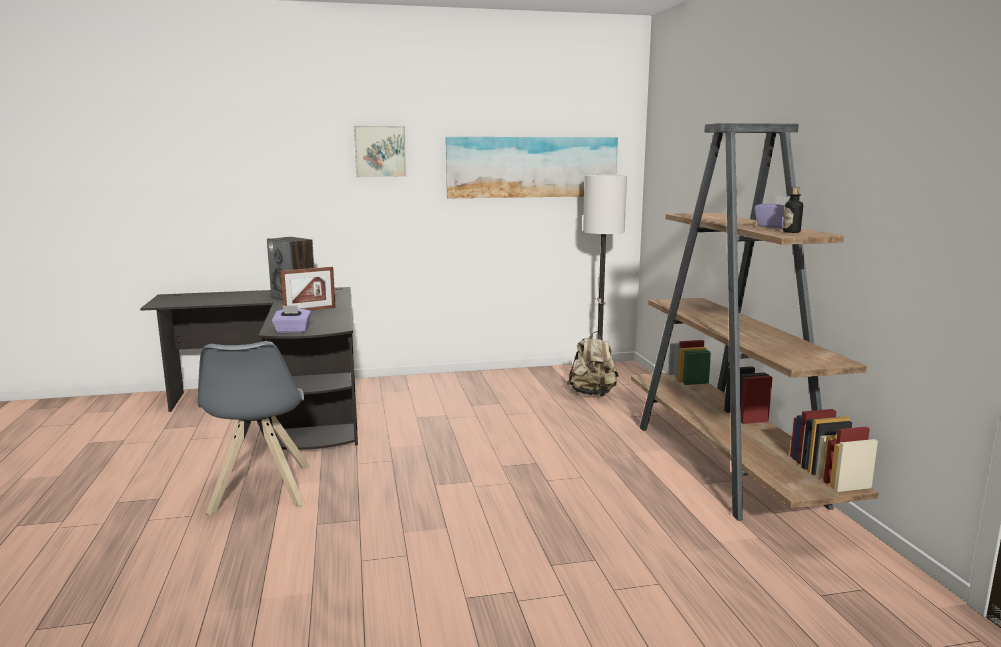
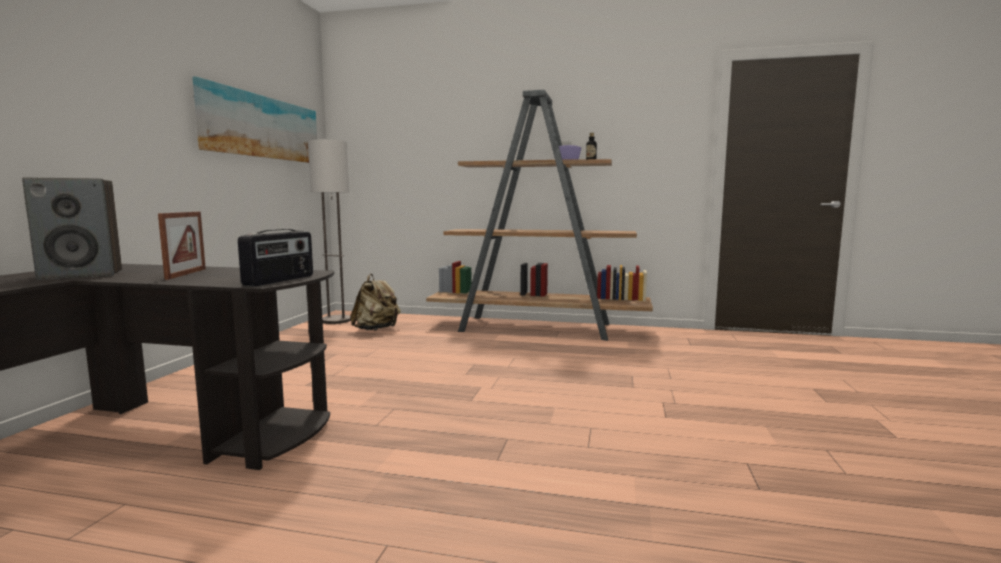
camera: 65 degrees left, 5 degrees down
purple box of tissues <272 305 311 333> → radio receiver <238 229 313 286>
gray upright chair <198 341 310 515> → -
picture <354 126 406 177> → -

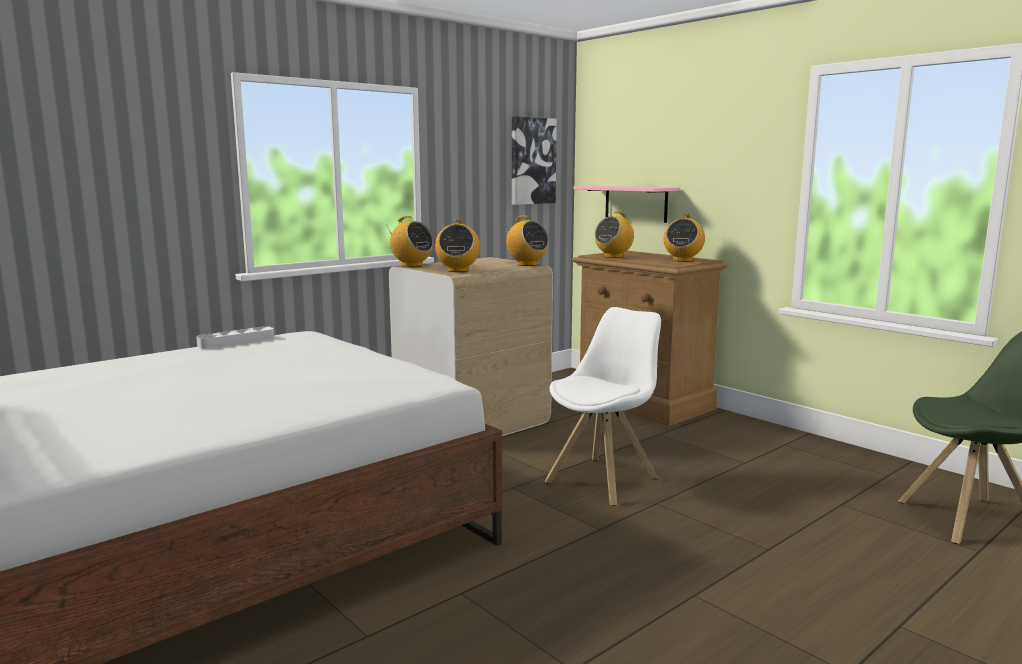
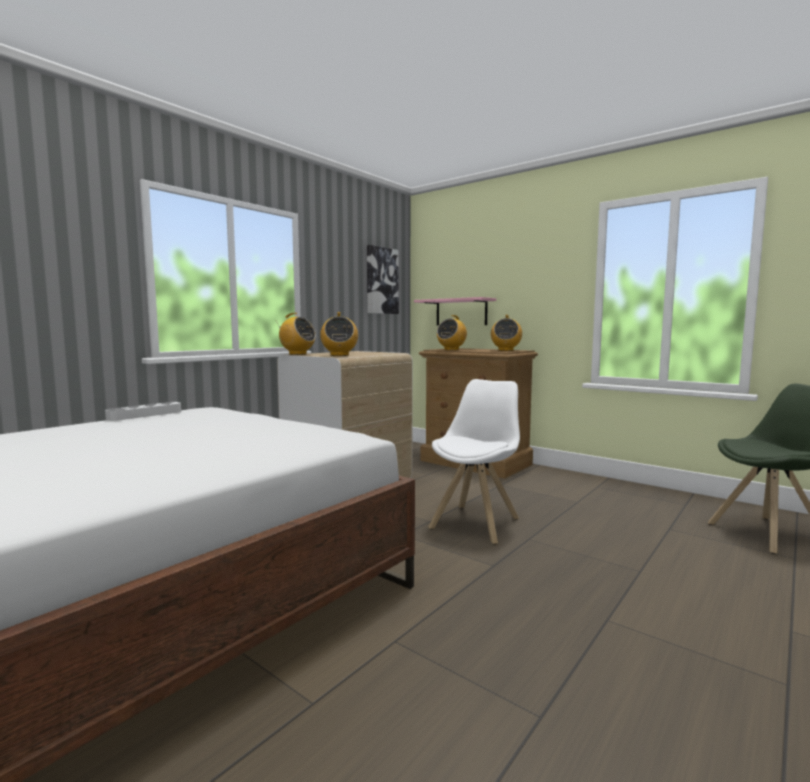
camera: 10 degrees left, 5 degrees down
radio receiver <504 215 549 266> → -

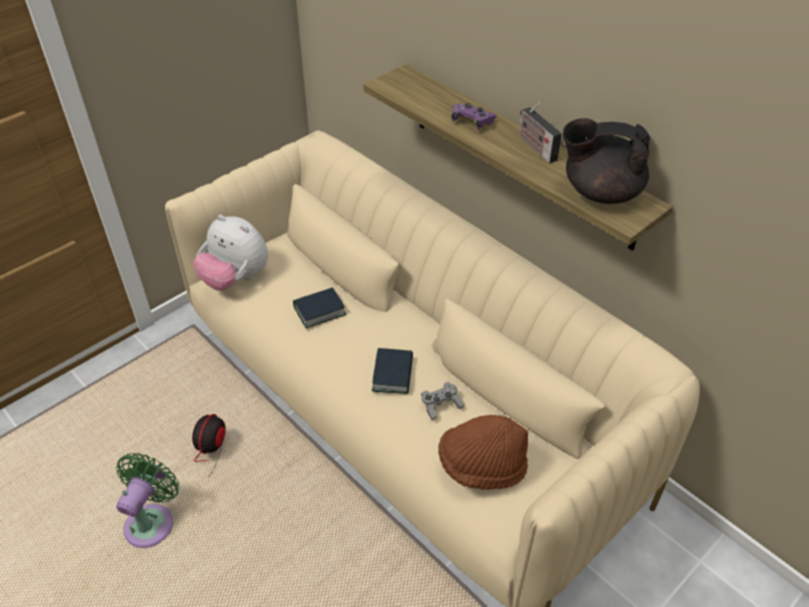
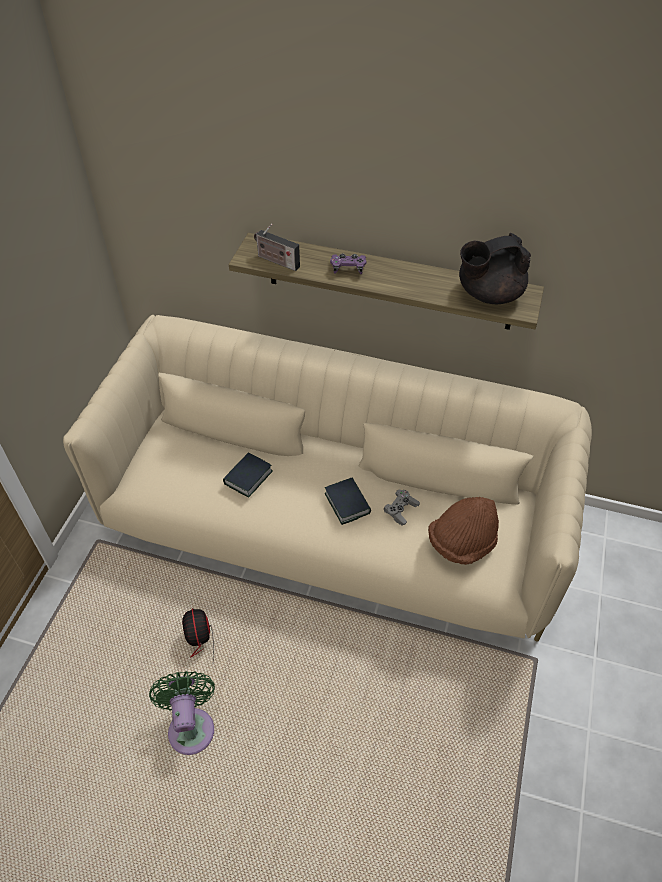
camera: 30 degrees left, 5 degrees up
radio receiver <519 102 562 164> → radio receiver <254 224 300 271>, relocated
cuddly toy <193 215 268 291> → -

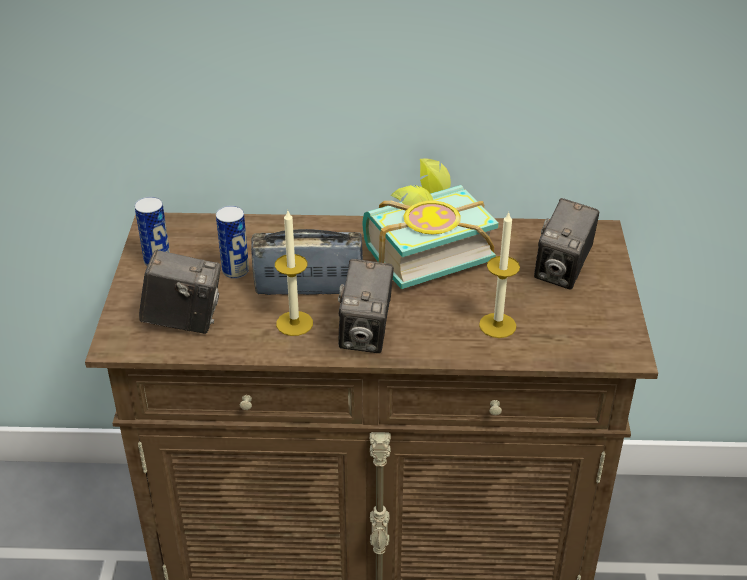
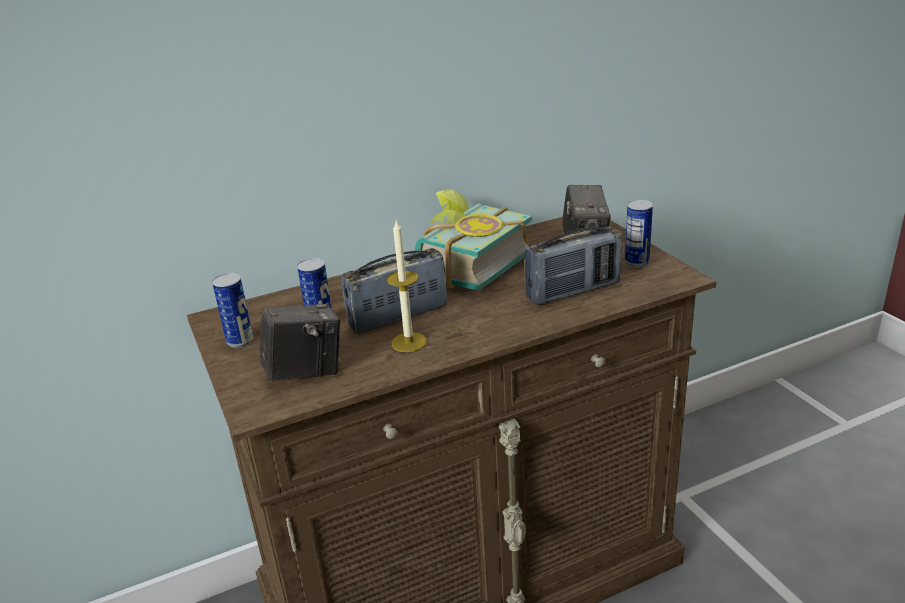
camera: 25 degrees left, 10 degrees down
wax light <479 212 520 338> → radio receiver <525 226 622 305>
- → sealed can <625 200 653 268>
photo camera <338 259 394 353> → -

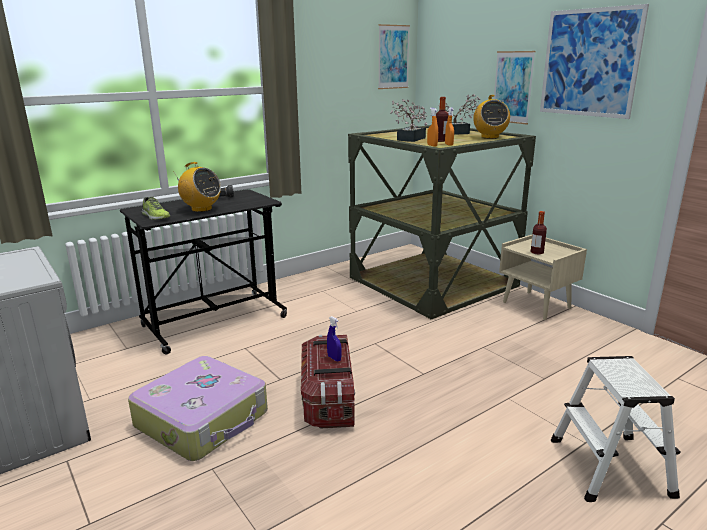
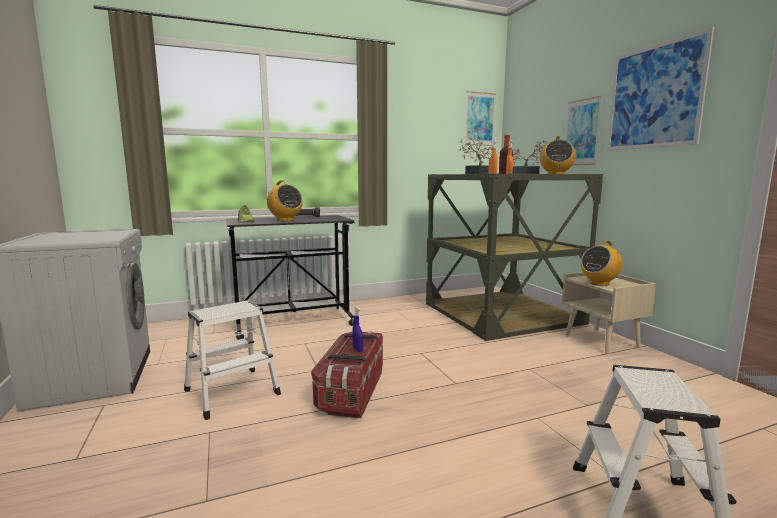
camera: 15 degrees right, 10 degrees down
travel case <128 356 268 461> → white-coloured stepladder <184 300 281 420>
bottle <531 211 547 255> → radio receiver <581 241 623 286>

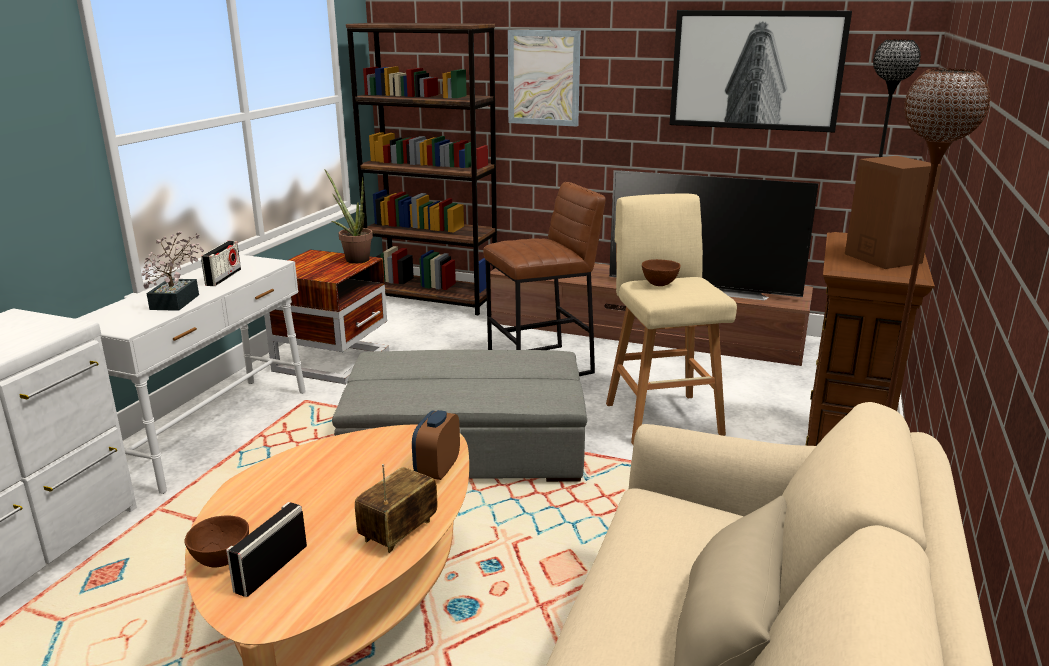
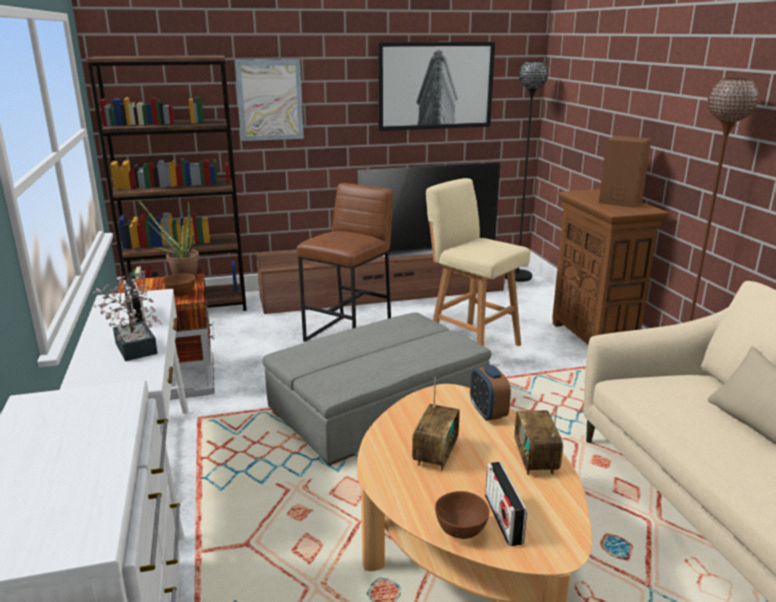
camera: 35 degrees left, 0 degrees up
brown bowl <642 259 681 286> → brown bowl <163 273 196 296>, relocated
- → radio receiver <412 378 460 471>

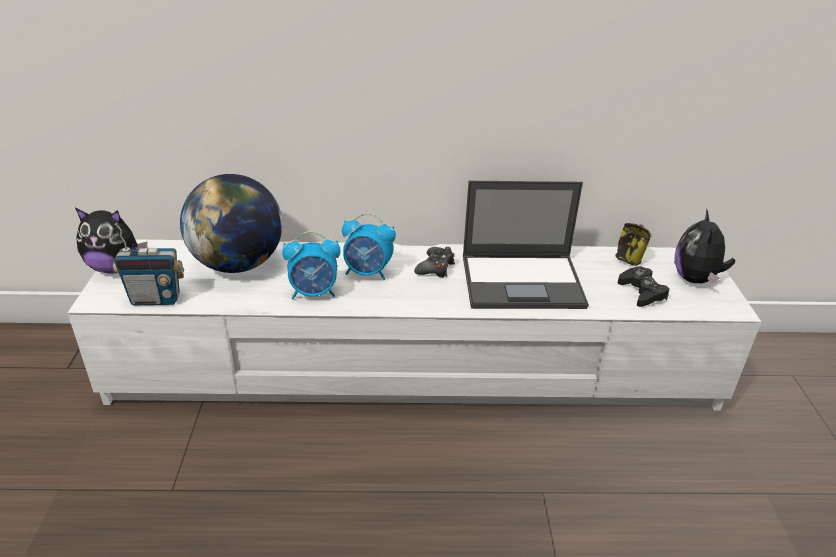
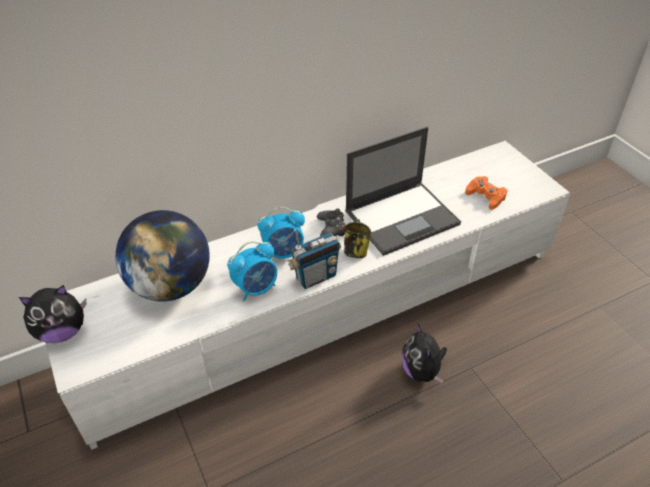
camera: 25 degrees left, 10 degrees up
radio receiver <113 223 184 305> → radio receiver <288 229 341 289>, relocated
coffee mug <616 223 651 266> → coffee mug <344 219 372 258>, relocated
cuddly toy <674 210 735 285> → cuddly toy <401 324 447 383>, relocated
blackish game controller <618 266 669 307> → orange game controller <465 176 508 210>

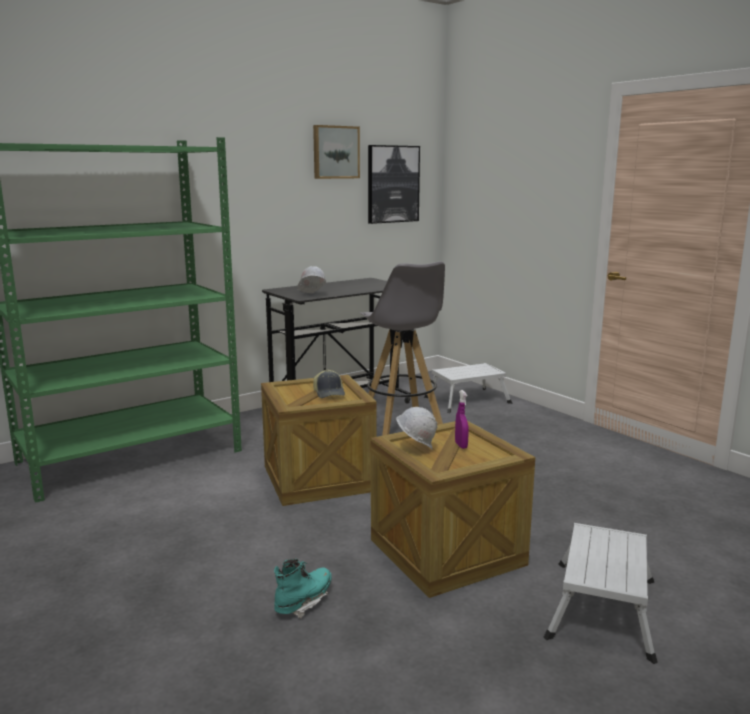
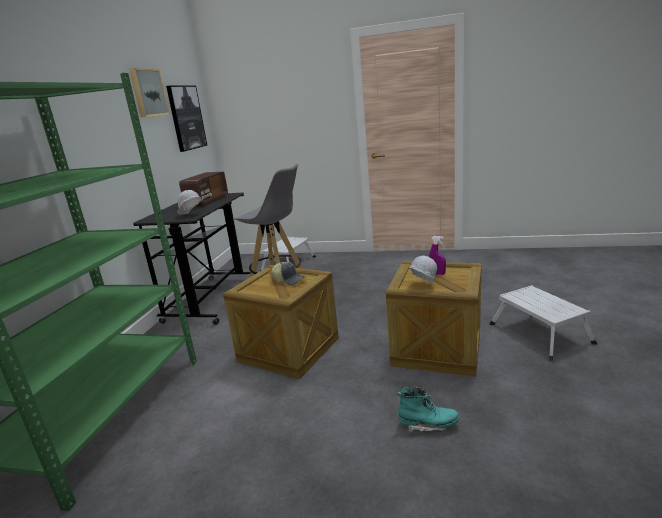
camera: 40 degrees left, 5 degrees up
- → radio receiver <179 172 228 206>
blue-green high-top boot <274 559 332 619> → blue-green high-top boot <397 387 460 433>, 105 degrees clockwise

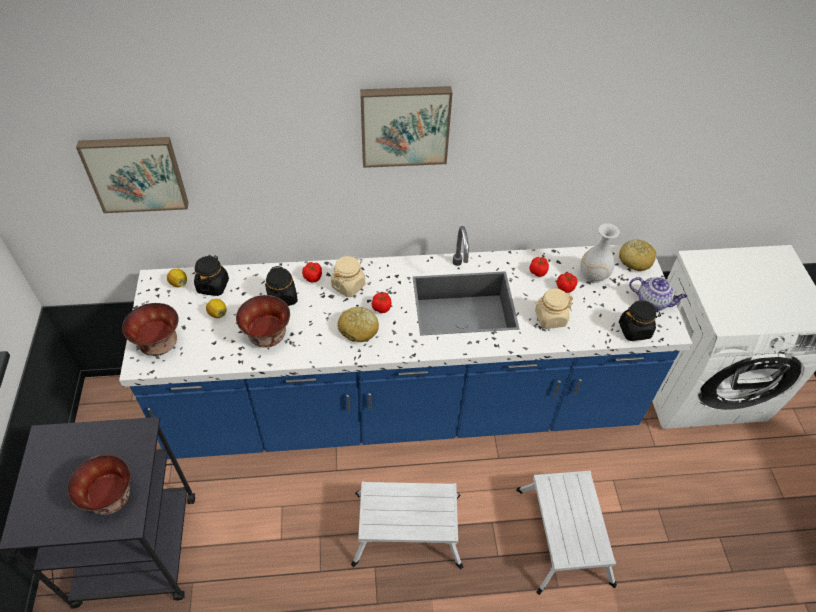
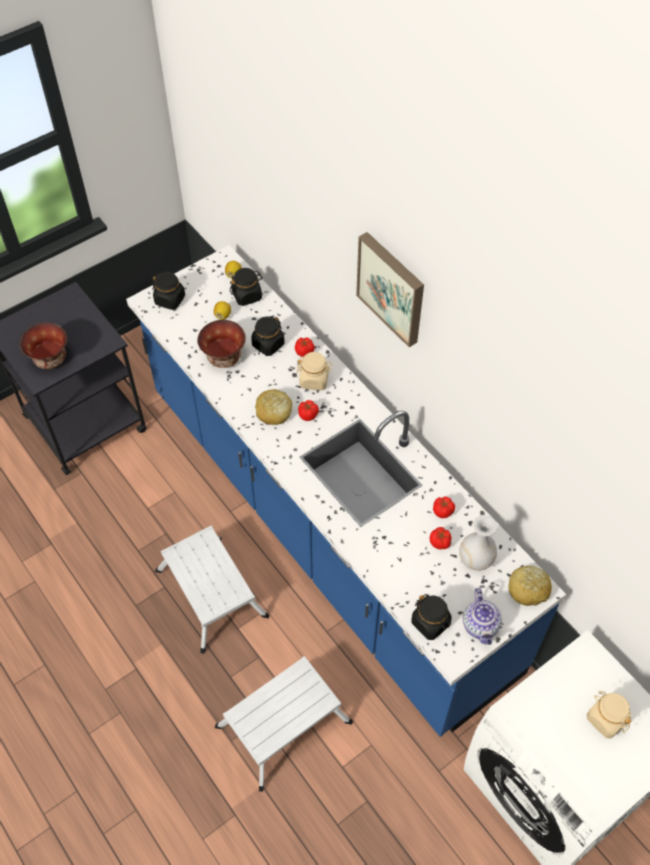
camera: 60 degrees right, 5 degrees up
bowl <122 303 179 356> → blackish preserve jar <152 272 185 310>
beige-coloured preserve jar <535 288 573 329> → beige-coloured preserve jar <587 691 632 739>, relocated
picture <76 137 189 213> → -

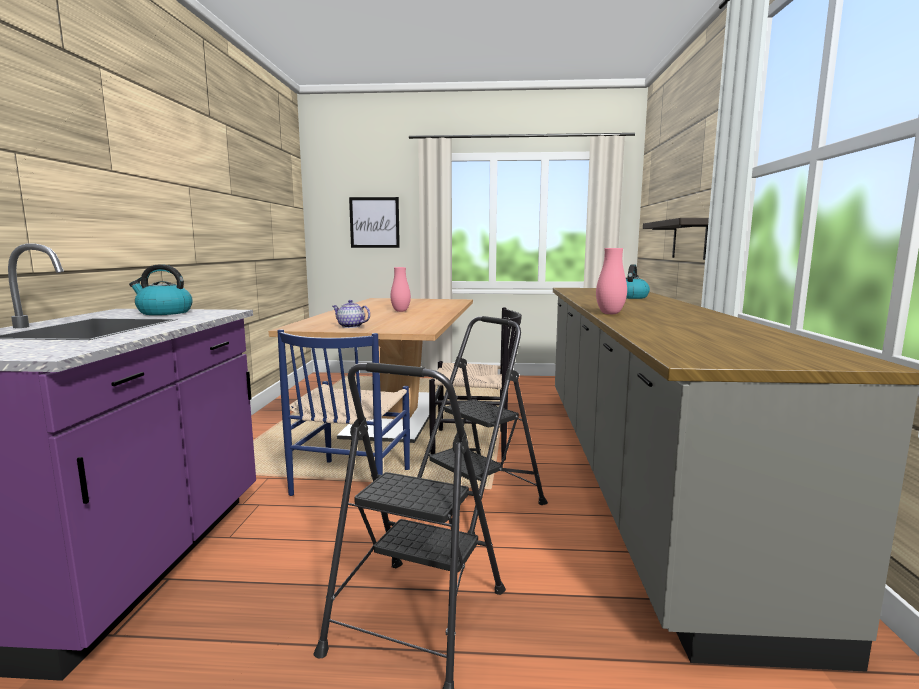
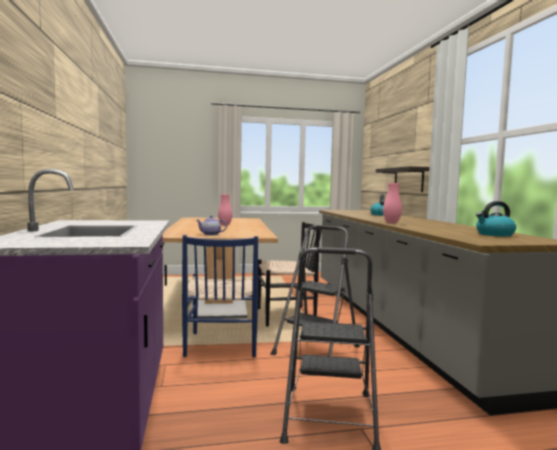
camera: 15 degrees left, 5 degrees down
kettle <129 264 193 315> → kettle <476 201 516 236>, relocated
picture <349 197 400 248> → -

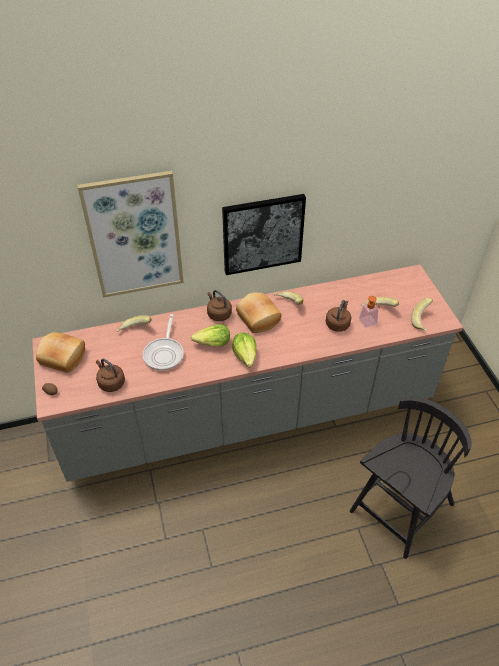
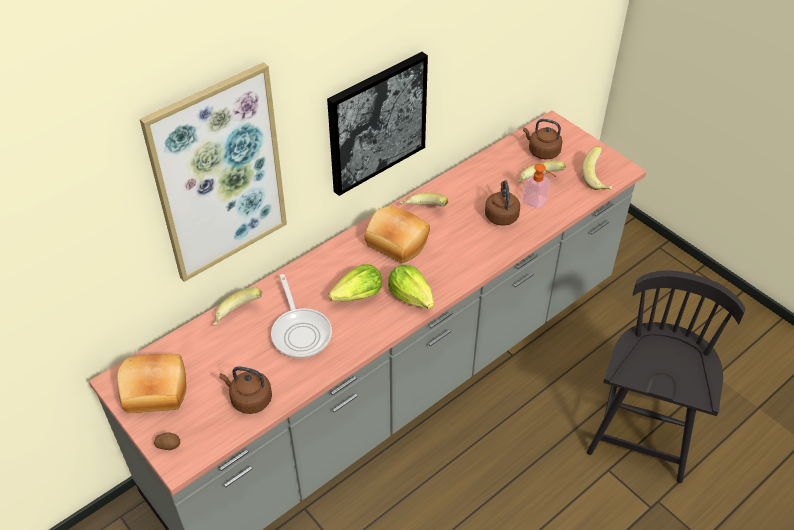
camera: 25 degrees left, 0 degrees up
brown kettle <207 290 232 321> → brown kettle <523 119 562 159>, relocated

